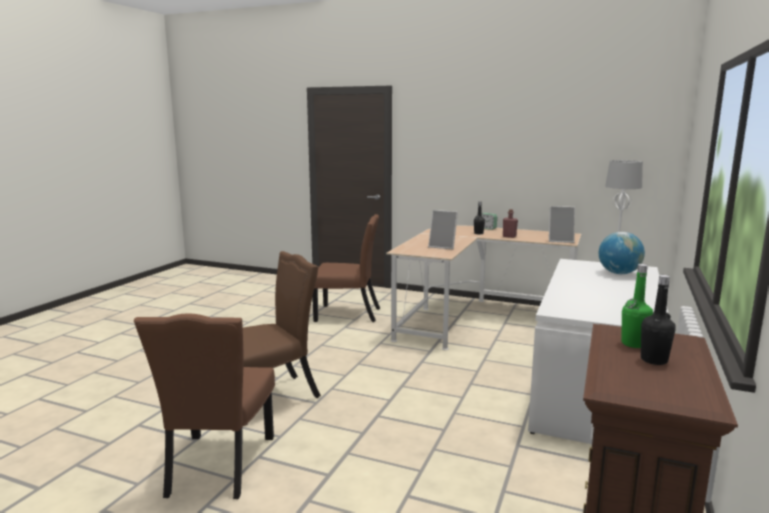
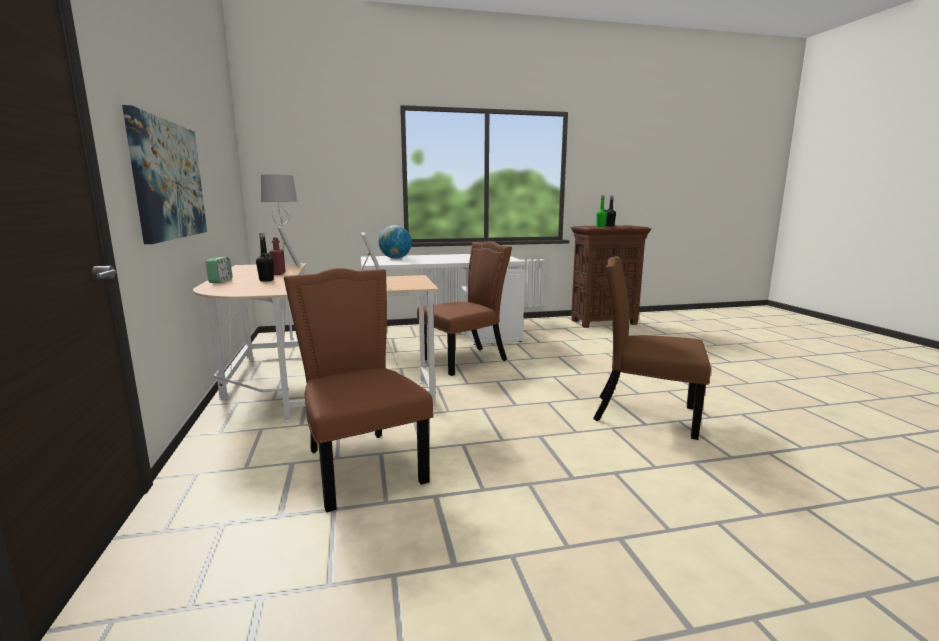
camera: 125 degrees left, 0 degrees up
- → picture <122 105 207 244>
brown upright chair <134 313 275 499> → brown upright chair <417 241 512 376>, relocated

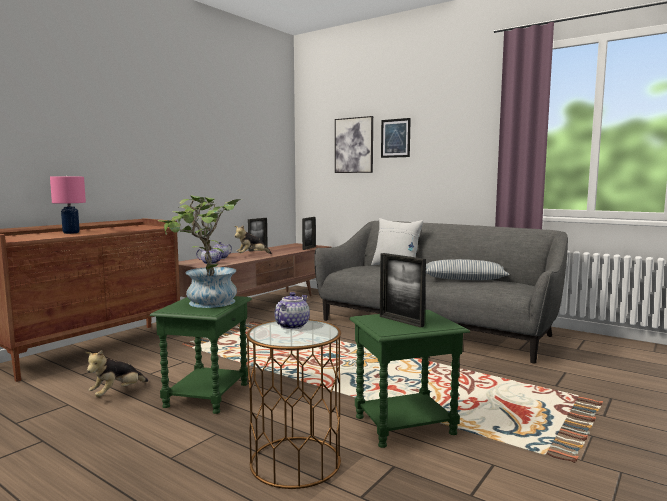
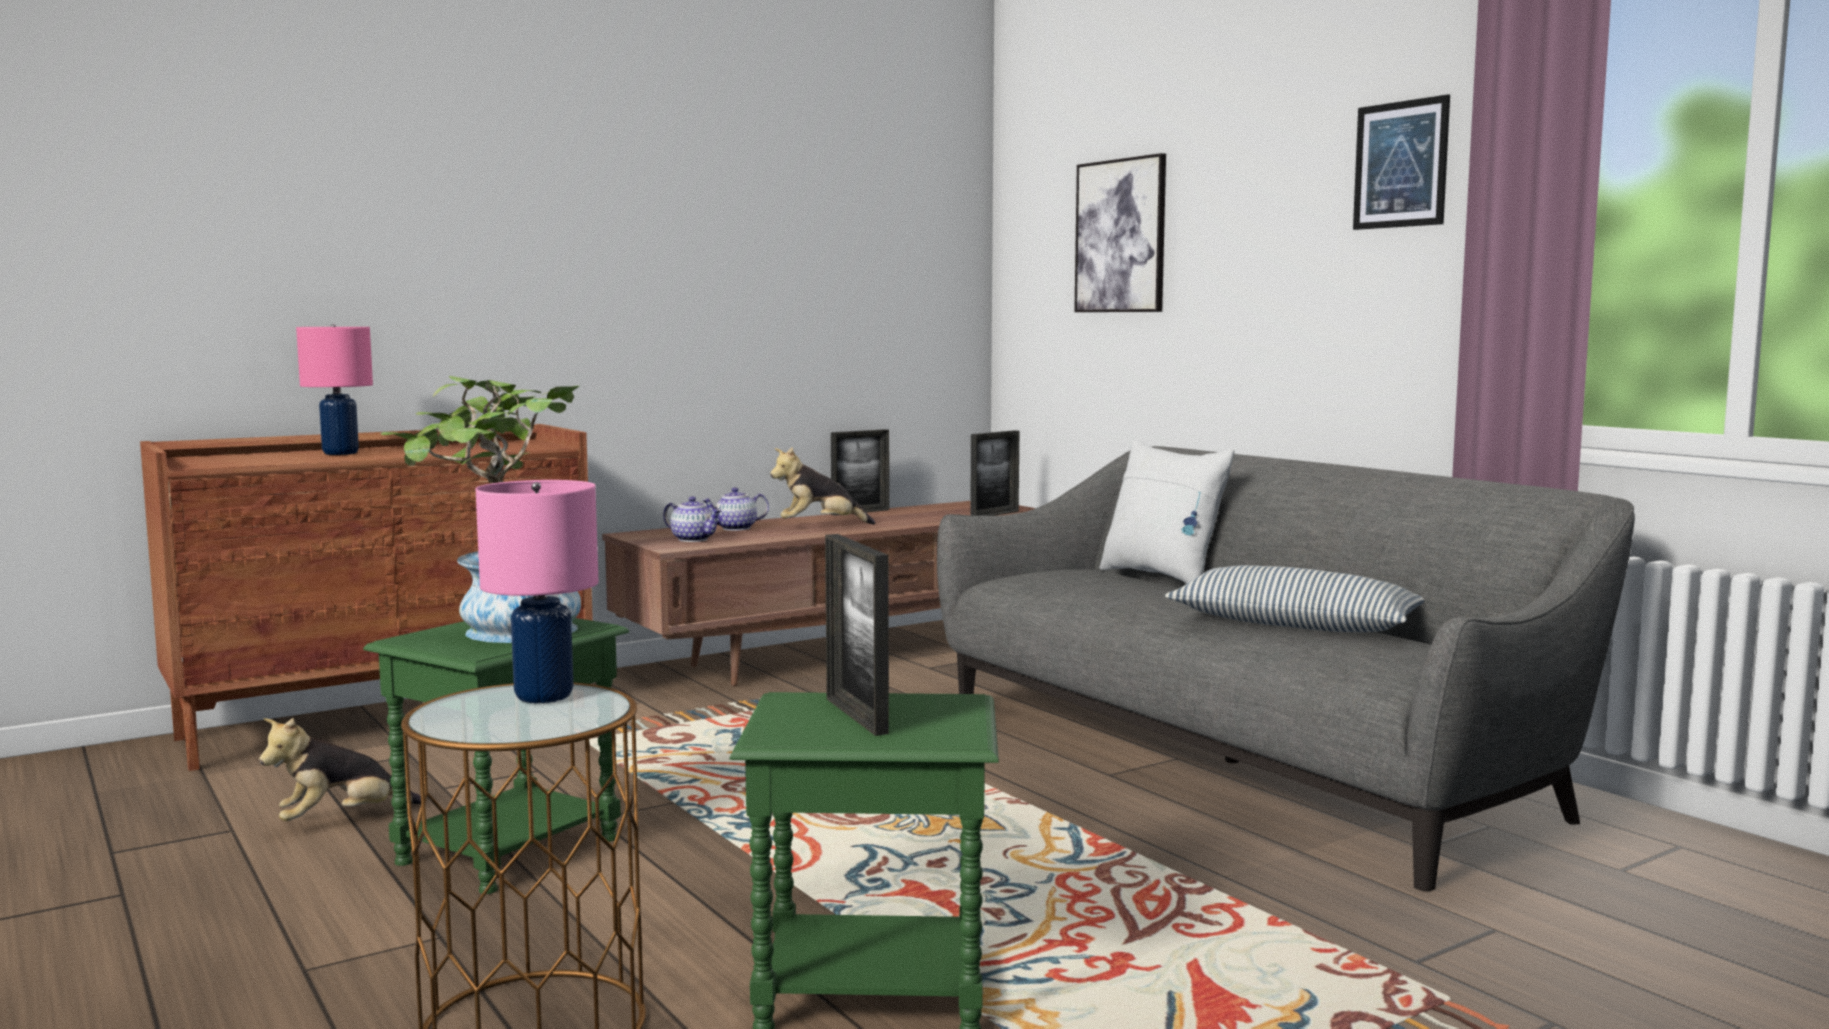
camera: 20 degrees right, 0 degrees up
teapot <275 292 310 329> → pinkish tabletop lamp <475 480 599 703>
picture <381 118 411 158> → picture <1353 94 1450 230>, relocated

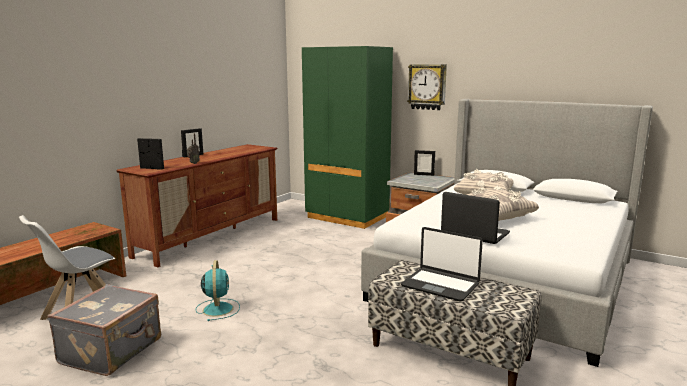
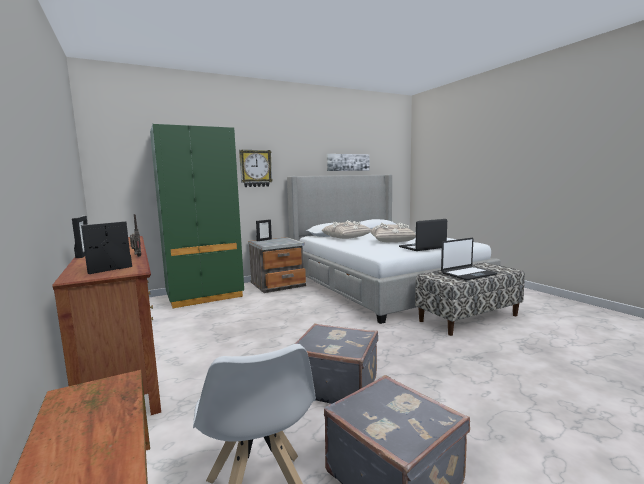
camera: 60 degrees left, 5 degrees down
blue-green electric fan <196 260 240 321> → gray travel case <295 323 378 404>
- → picture <326 154 369 171>

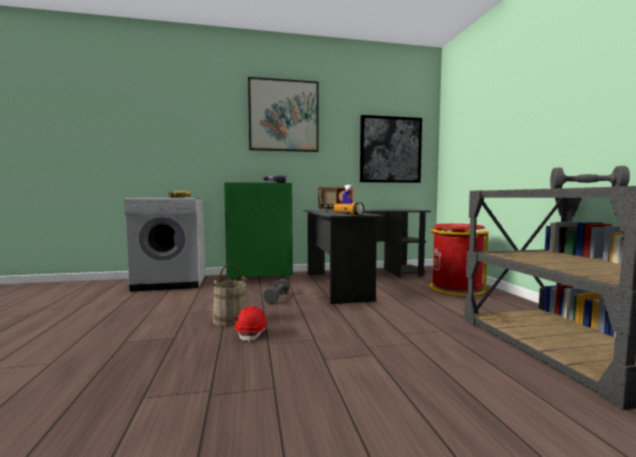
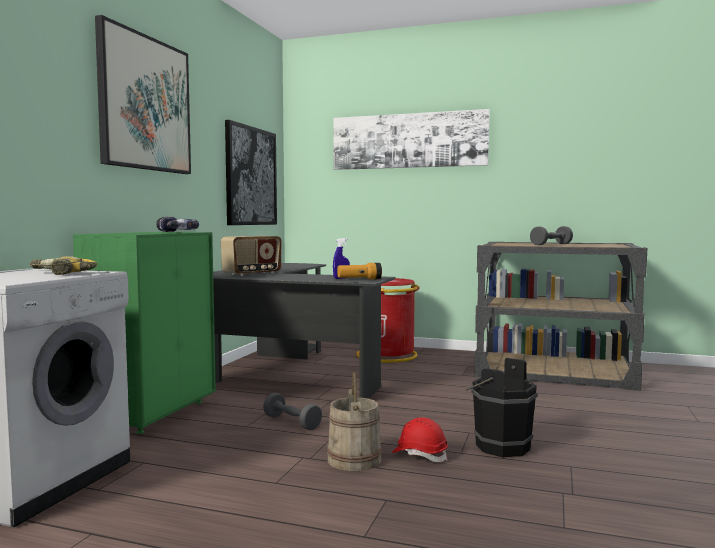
camera: 60 degrees left, 0 degrees up
- → picture <333 109 489 170>
- → blackish pail <465 358 538 457>

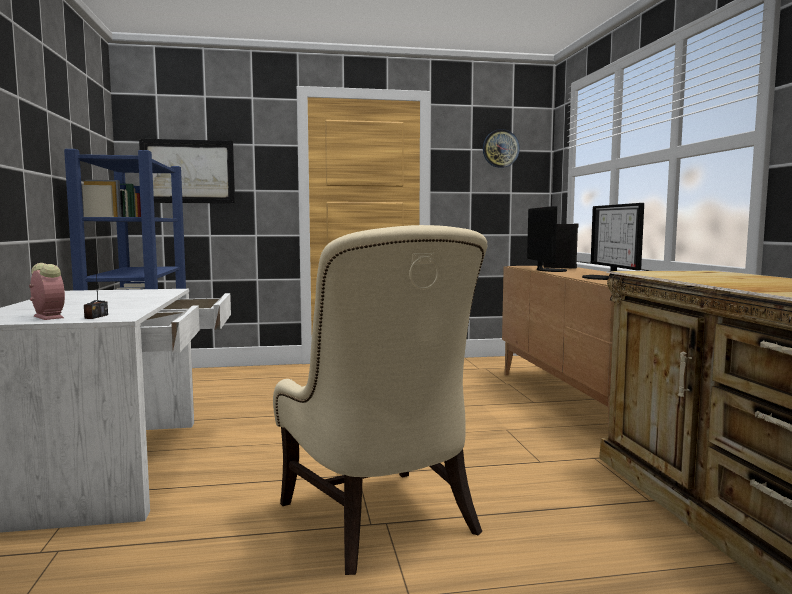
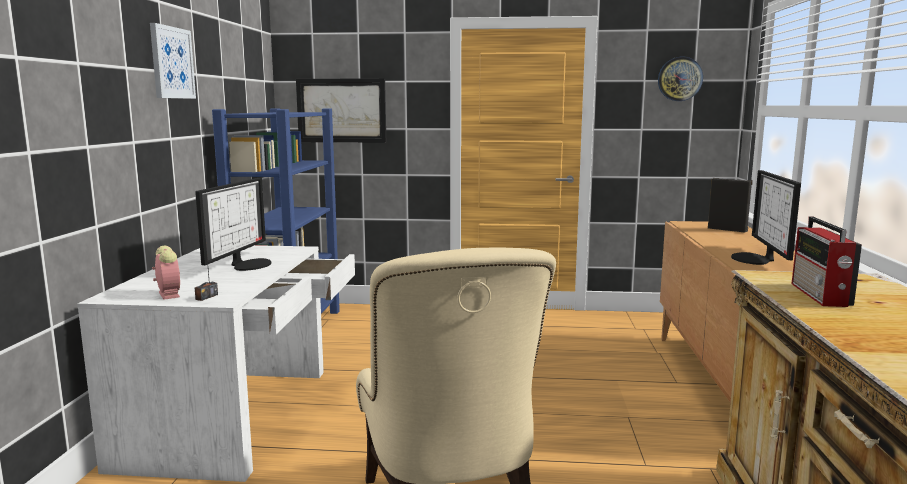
camera: 15 degrees right, 5 degrees up
- → picture <150 23 196 99>
monitor <527 206 567 272> → monitor <195 178 272 271>, relocated
- → radio receiver <792 216 862 307>

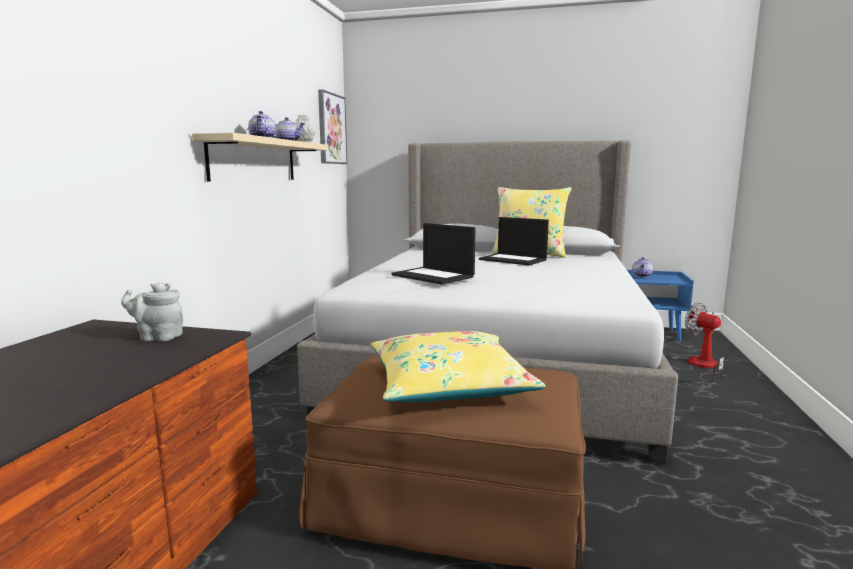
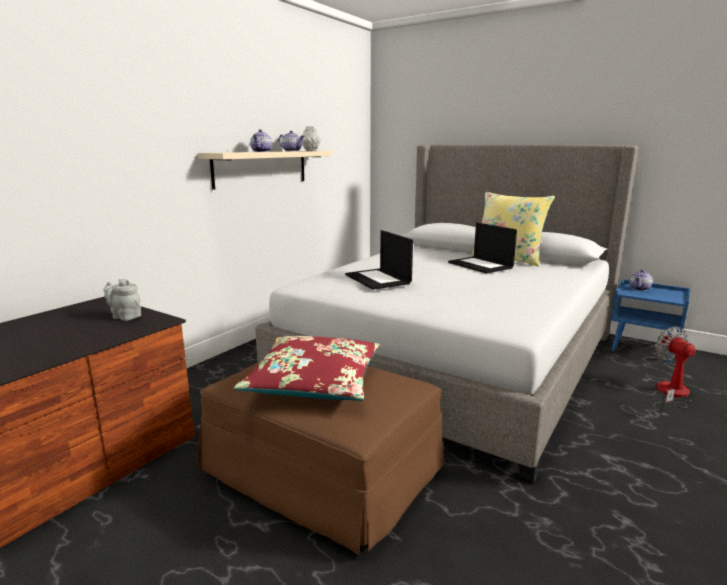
camera: 20 degrees right, 5 degrees up
yellow throw pillow <371 331 546 402> → red-coloured throw pillow <233 336 382 401>
picture <318 89 347 164> → -

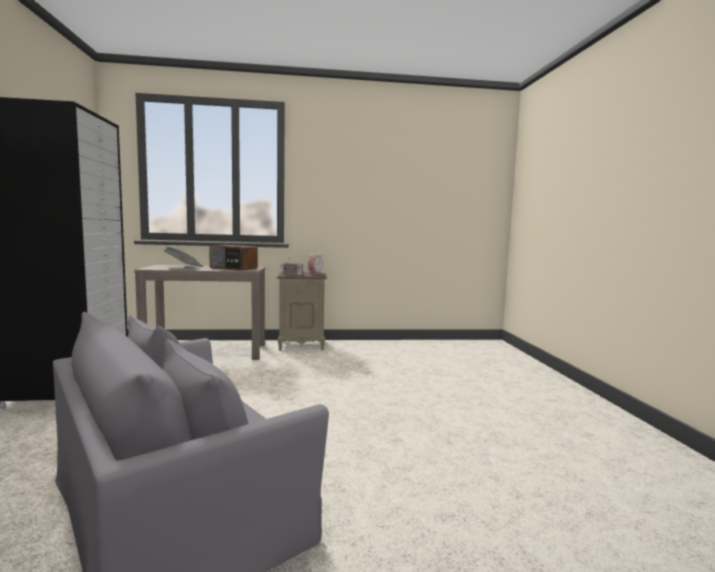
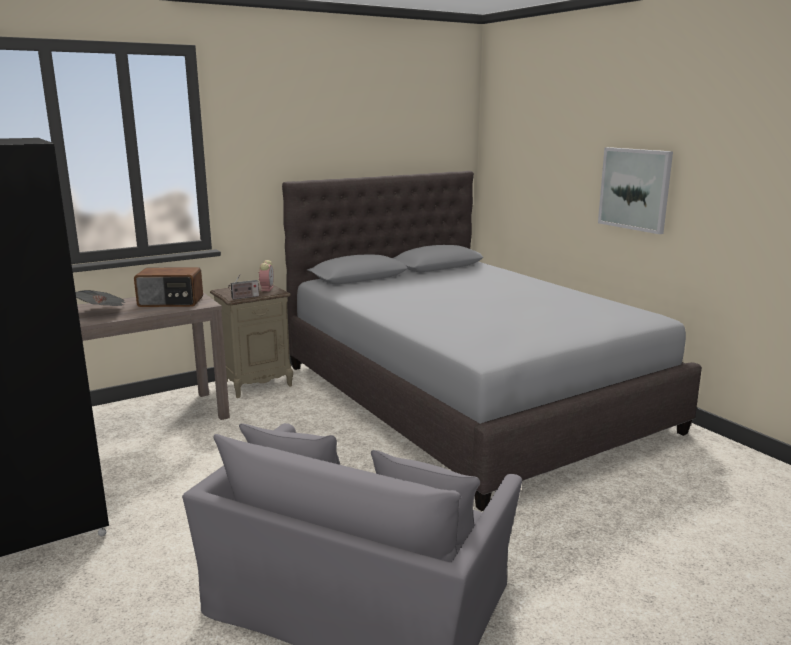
camera: 25 degrees left, 10 degrees up
- → gray bed <282 171 702 511>
- → picture <598 147 673 234>

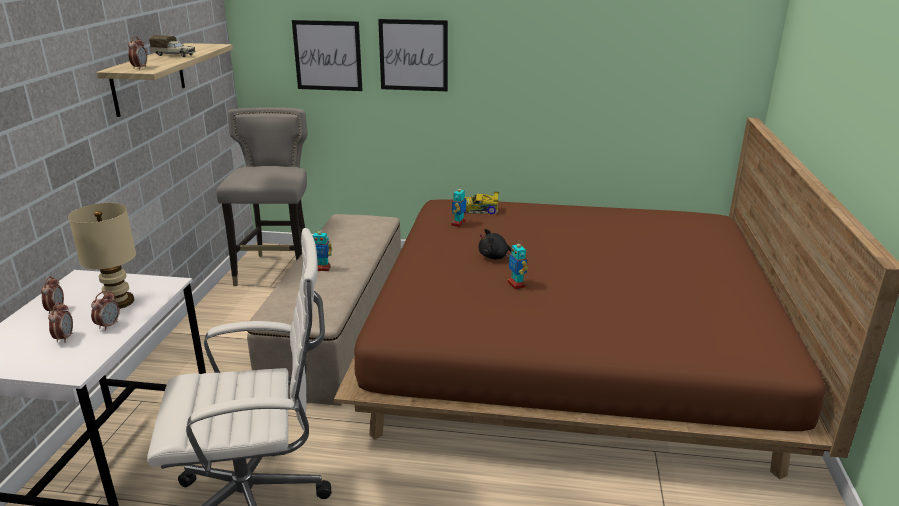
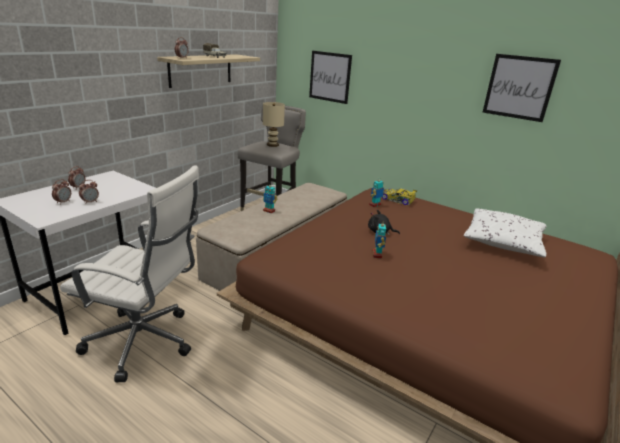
camera: 25 degrees right, 0 degrees up
beige-coloured tabletop lamp <68 203 136 309> → beige-coloured tabletop lamp <263 102 285 147>, relocated
- → white-coloured throw pillow <464 208 546 257>
picture <378 19 448 91> → picture <482 54 561 122>, relocated

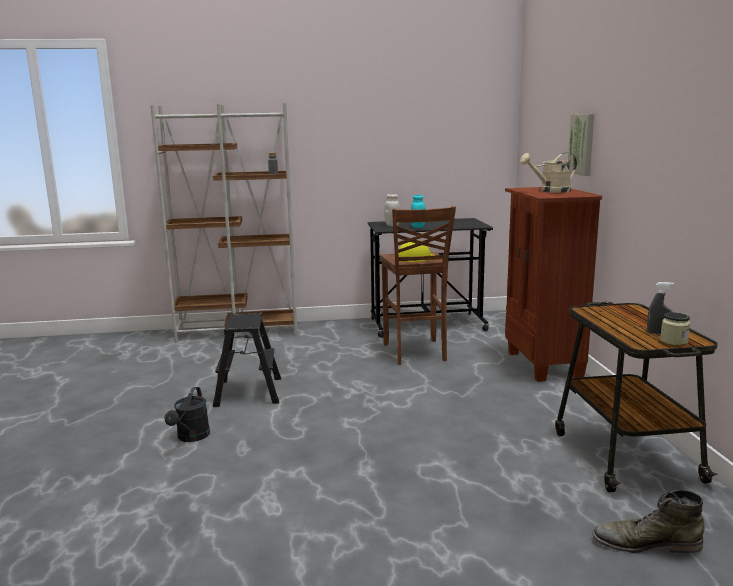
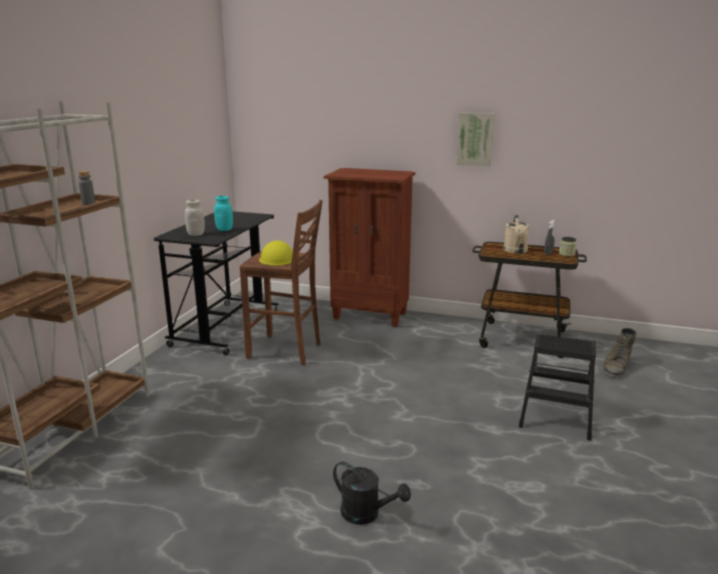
camera: 65 degrees left, 5 degrees up
picture <568 114 594 176> → picture <456 113 495 166>, relocated
beige-coloured watering pot <520 152 577 193> → beige-coloured watering pot <504 215 529 254>, relocated
blackish stepladder <213 313 281 407> → blackish stepladder <519 333 596 441>, relocated

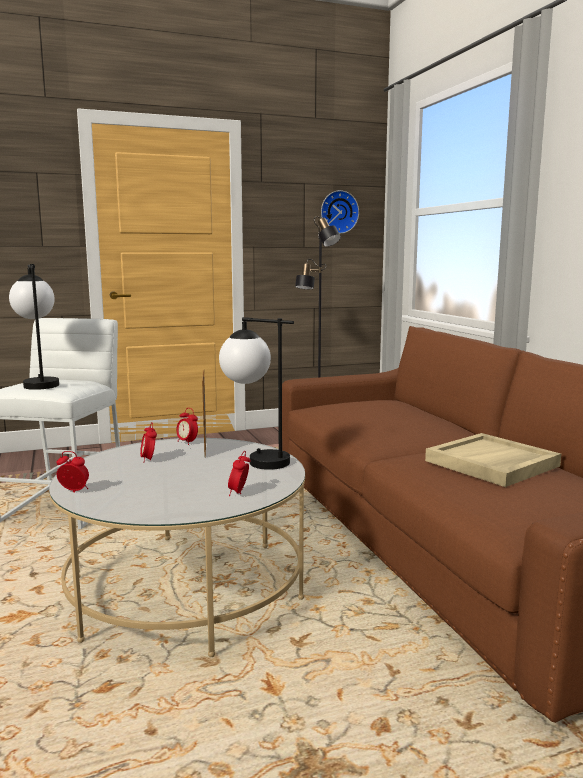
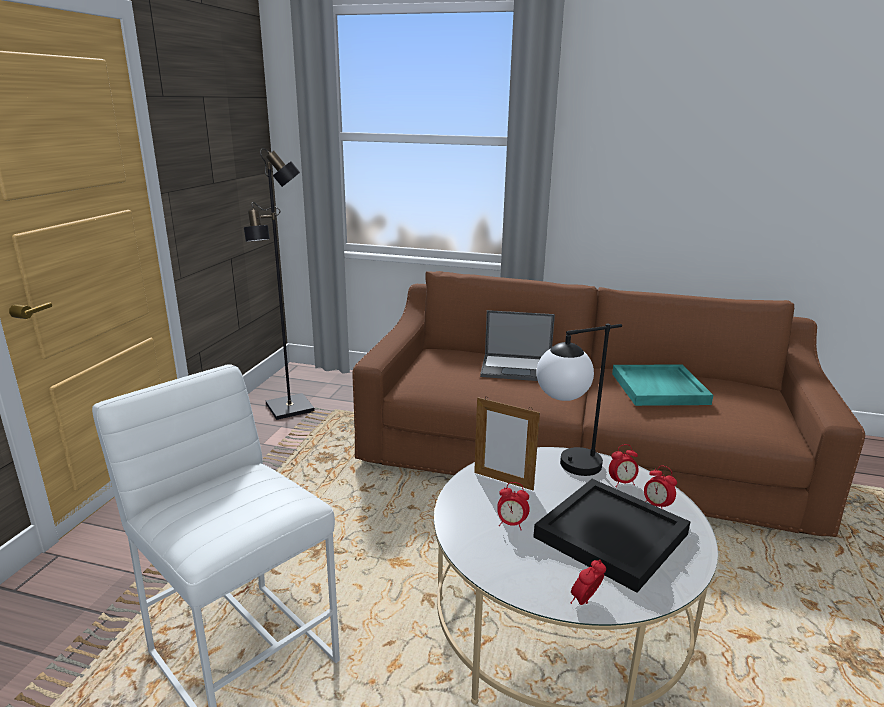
camera: 55 degrees left, 10 degrees up
- → laptop <480 310 555 381>
- → blackish serving tray <533 479 691 593>
table clock <176 408 198 445> → table clock <609 444 639 487>, relocated
beige-coloured serving tray <425 433 561 487> → blue-green serving tray <612 364 713 406>
tabletop lamp <9 264 59 390> → -
wall clock <321 190 359 234> → -

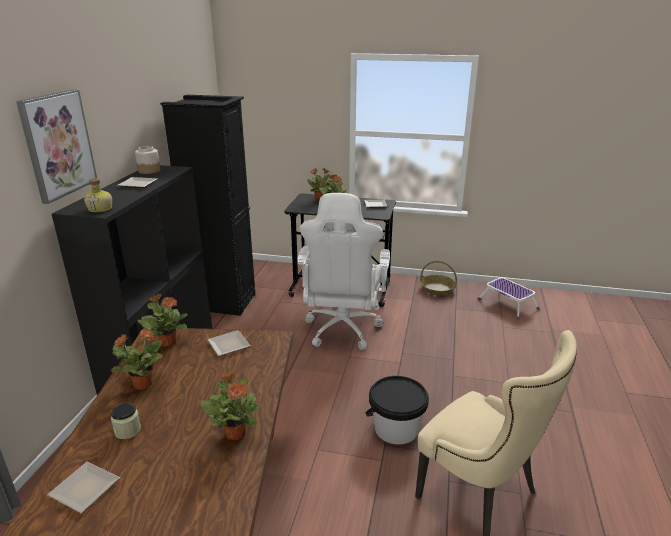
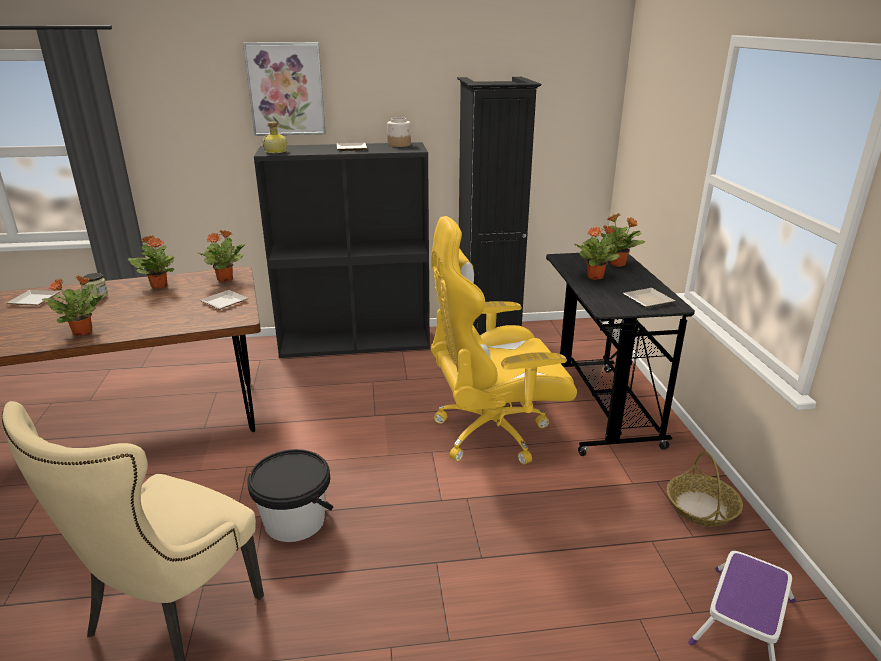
camera: 70 degrees right, 0 degrees up
white-coloured computer chair <297 193 390 350> → yellow computer chair <431 216 577 465>

